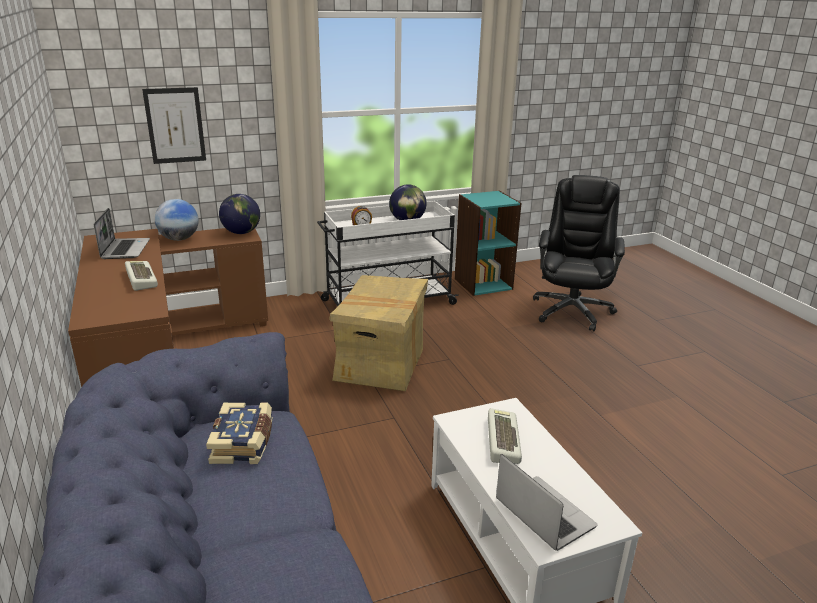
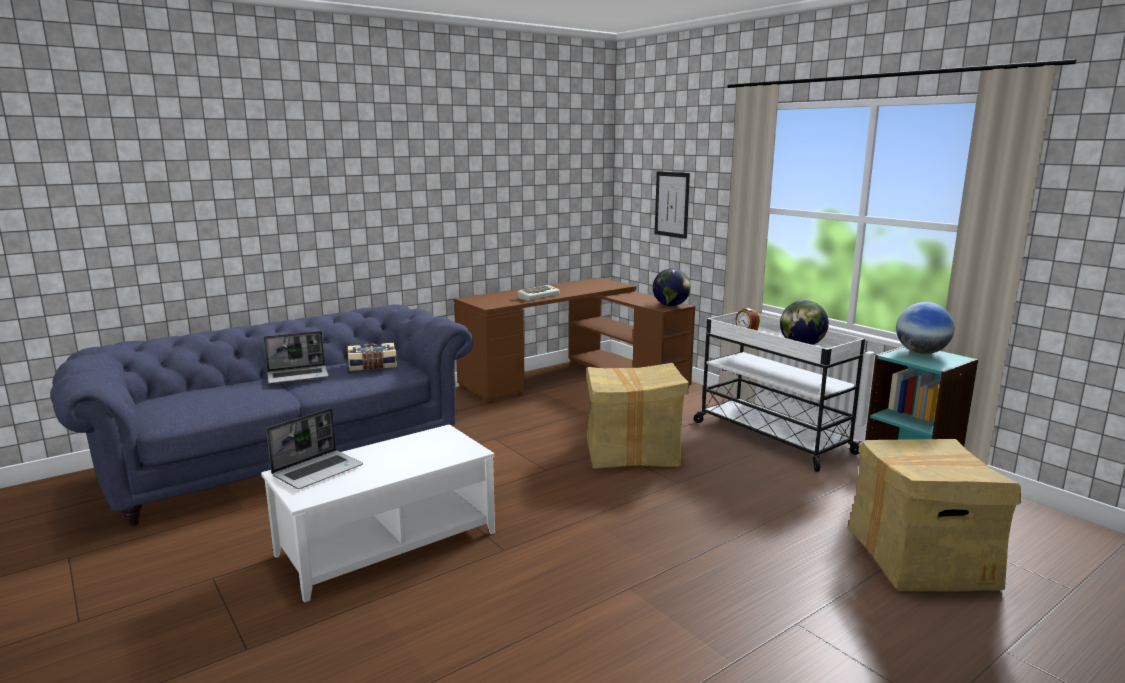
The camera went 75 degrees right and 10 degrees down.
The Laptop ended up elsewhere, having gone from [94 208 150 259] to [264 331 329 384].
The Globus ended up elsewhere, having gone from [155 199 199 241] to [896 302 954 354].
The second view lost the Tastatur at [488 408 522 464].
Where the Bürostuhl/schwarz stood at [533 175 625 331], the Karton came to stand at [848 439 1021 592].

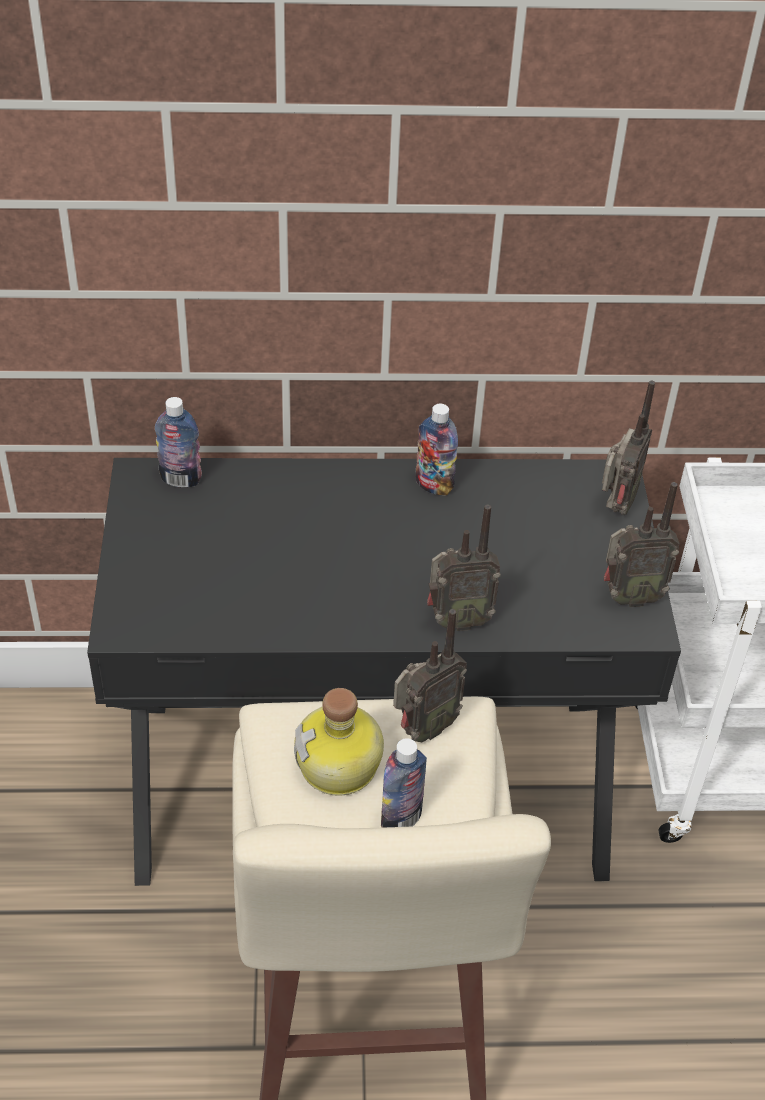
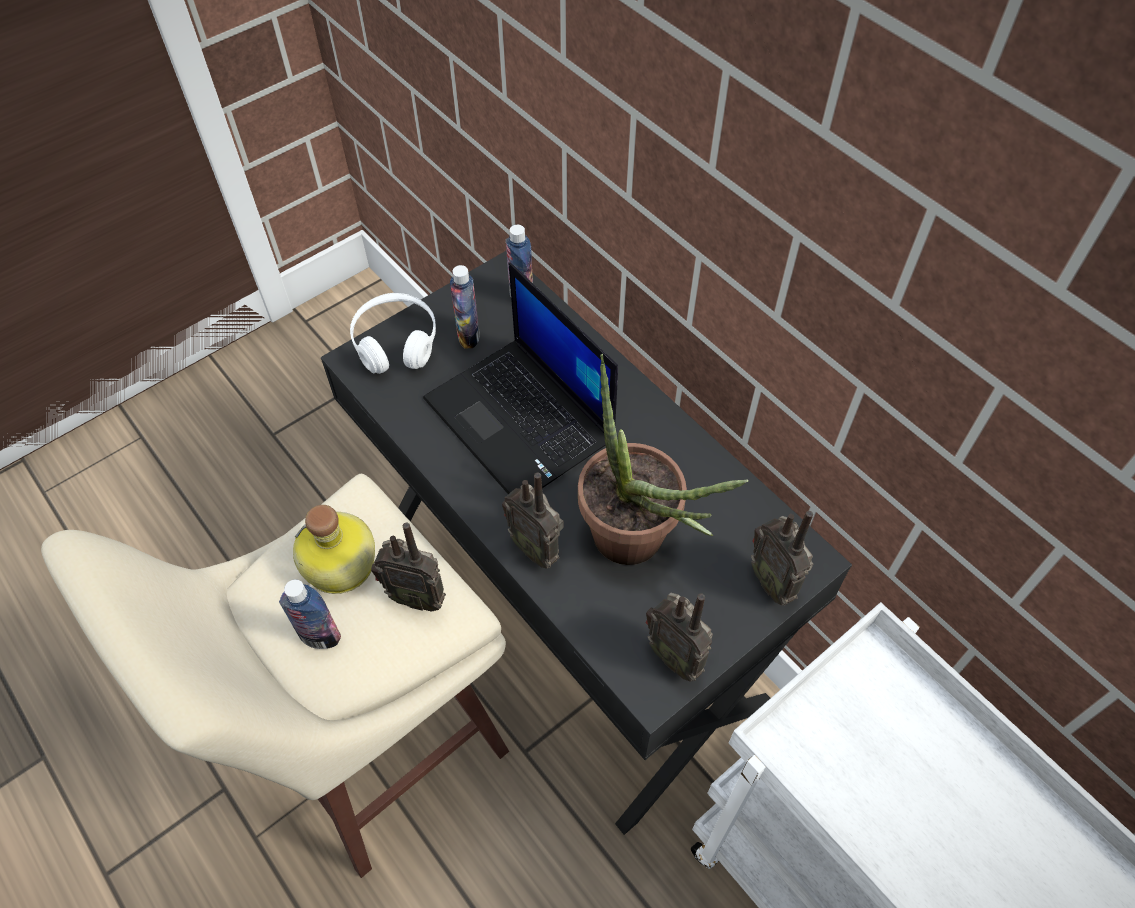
The camera went 55 degrees right and 10 degrees up.
The Flasche ended up elsewhere, having gone from [416 404 458 495] to [450 265 480 349].
The Radio at [602 381 655 515] ended up facing another way, 75 degrees clockwise from before.
The second view gained the Kopfhörer/weiß at [350 293 436 374].
The second view gained the Laptop at [423 263 618 494].
The second view gained the Topfpflanze at [578 354 748 565].

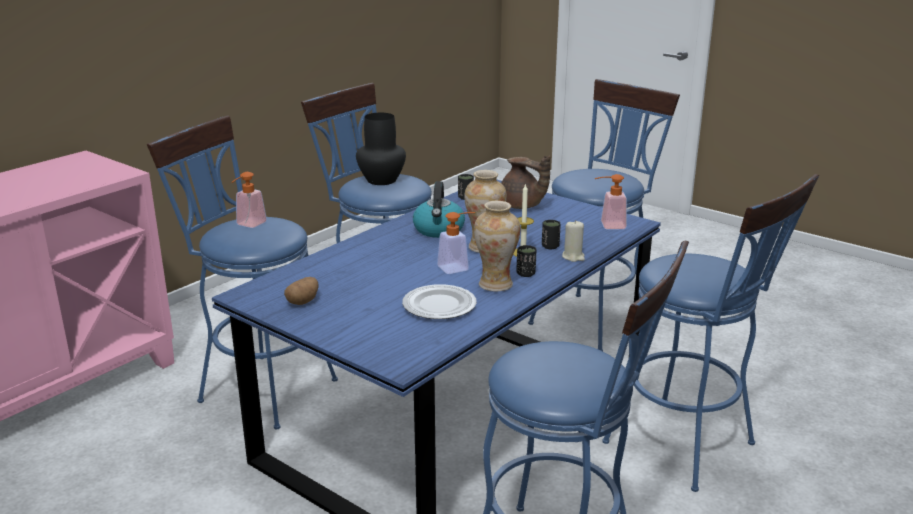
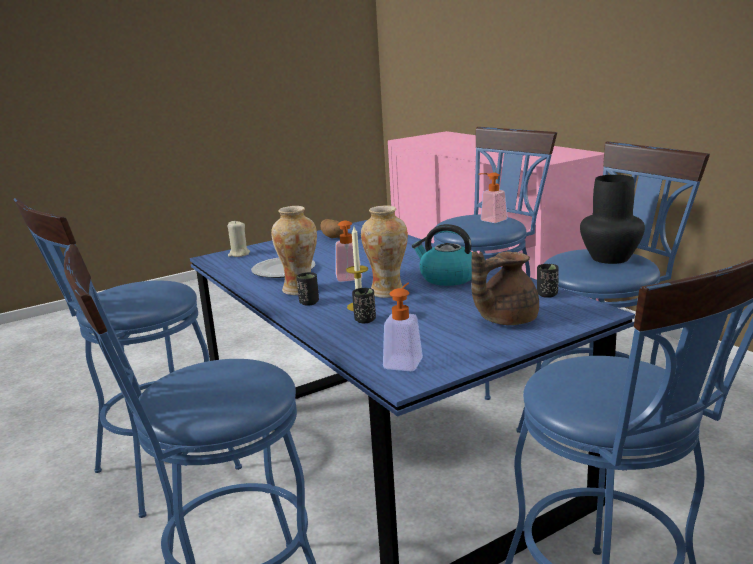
The camera went 110 degrees right and 5 degrees down.
The Kerze/beige ended up elsewhere, having gone from [562 220 585 262] to [228 221 250 257].

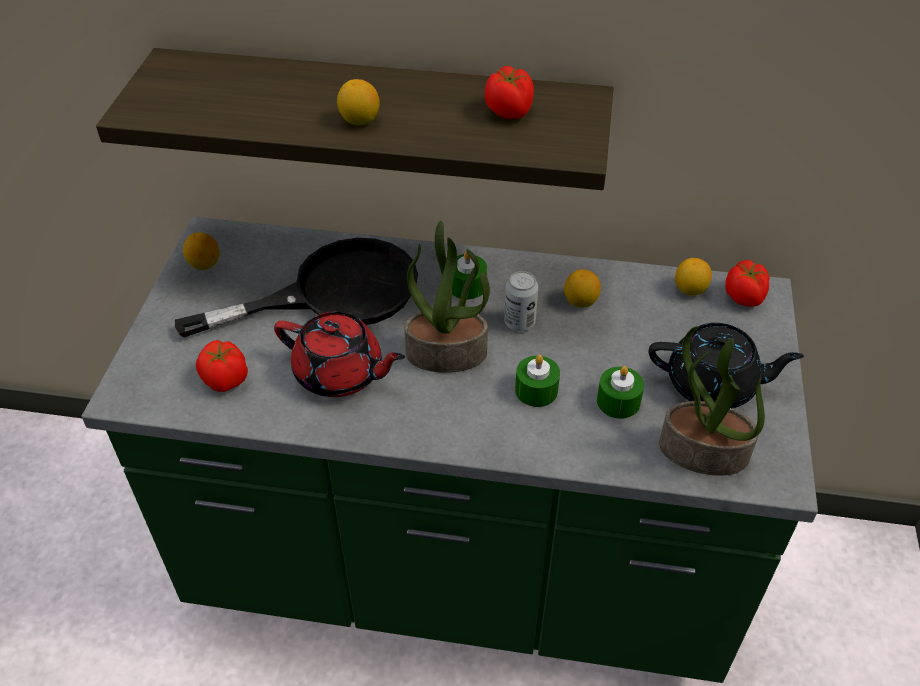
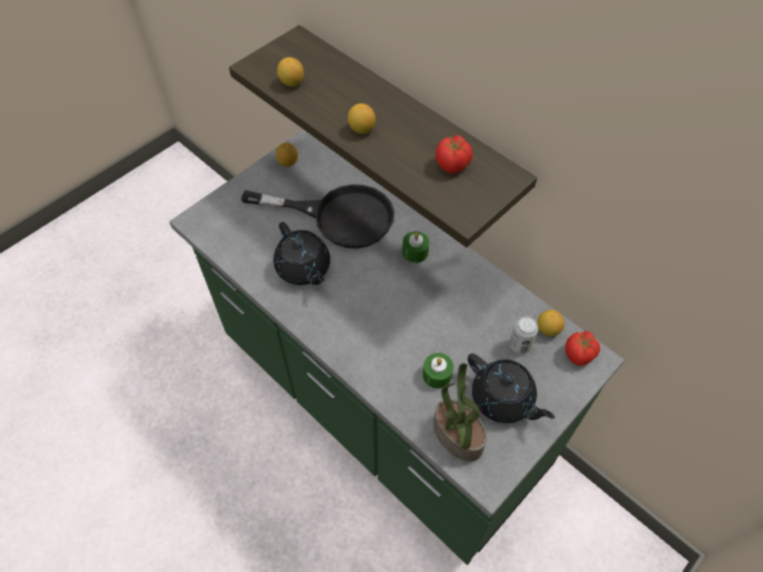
The camera went 35 degrees right and 10 degrees up.
The second view lost the Tomate at [196 340 248 392].
What was the Teekanne/rot at [274 311 405 397] turned into the Teekanne/schwarz at [273 222 330 285].
The second view lost the Topfpflanze at [404 221 490 373].
The Dose ended up elsewhere, having gone from [504 271 538 331] to [510 316 538 354].
The second view lost the Kerze/grün at [515 355 560 407].
The Zitrone ended up elsewhere, having gone from [564 269 601 308] to [277 57 304 87].

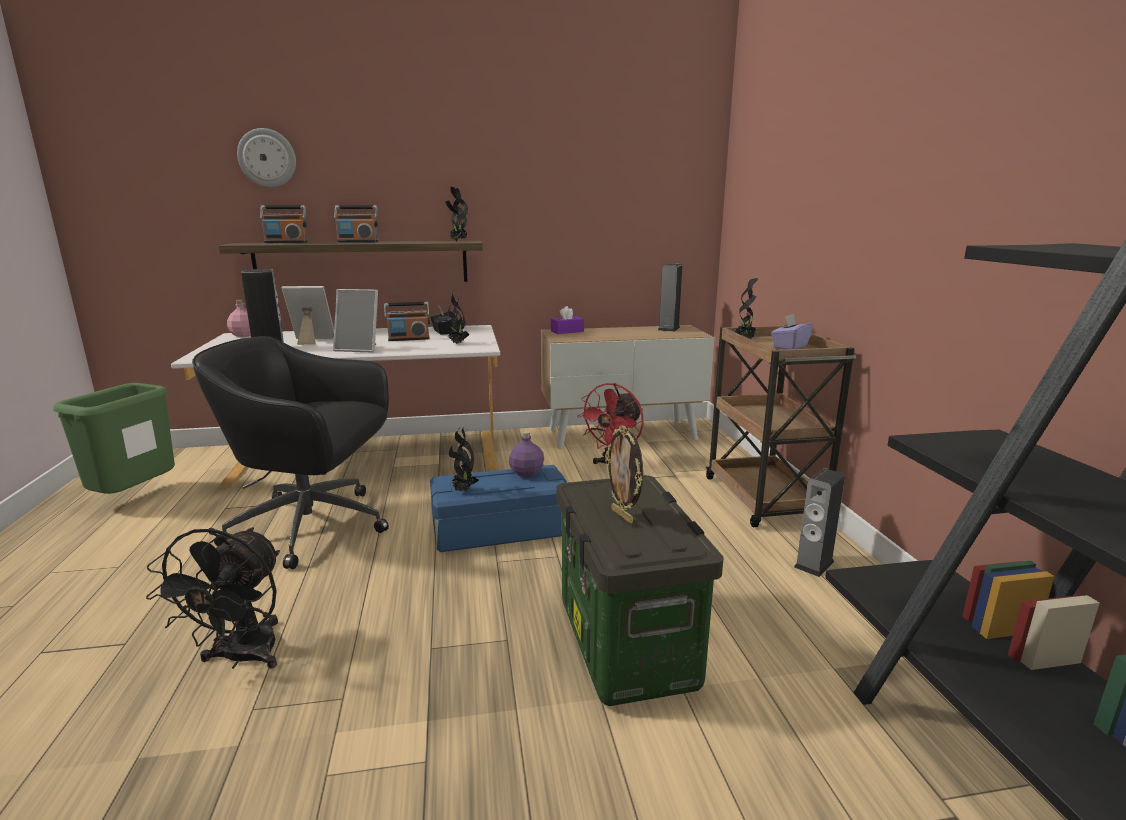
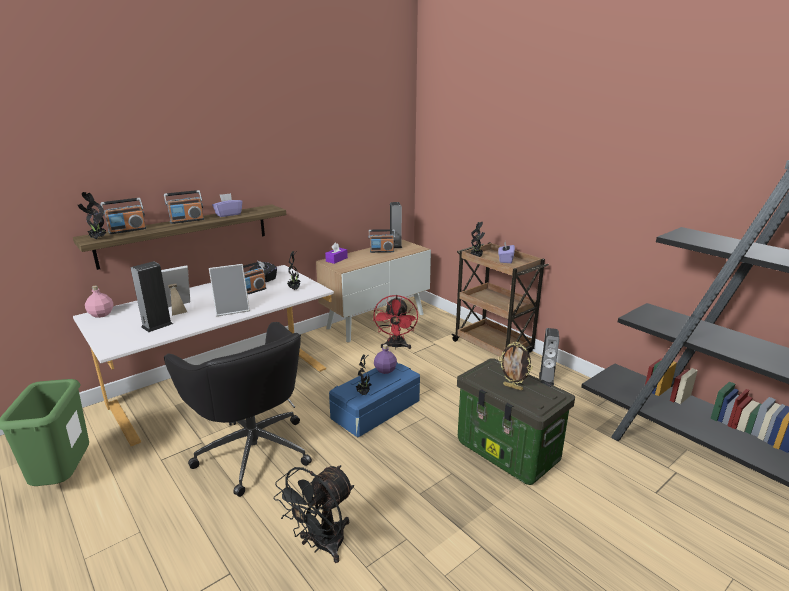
The camera went 30 degrees left and 5 degrees up.
The Ventilator/schwarz at [146 527 280 669] ended up facing another way, 60 degrees clockwise from before.
The Bürostuhl/schwarz at [192 336 389 569] ended up facing another way, 105 degrees counterclockwise from before.
The second view lost the Wanduhr at [237 128 296 187].
The Topfpflanze ended up elsewhere, having gone from [445 187 468 241] to [78 192 106 239].
The second view gained the Taschentuchbox/lila at [212 193 242 217].
The second view gained the Radio at [368 229 395 253].

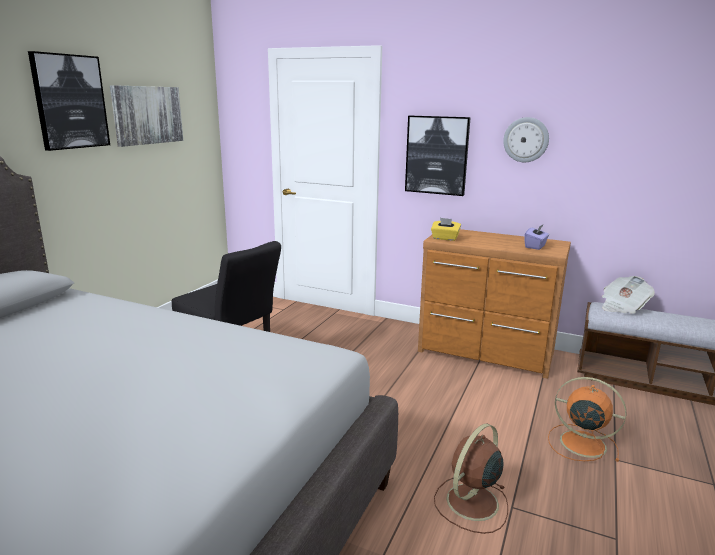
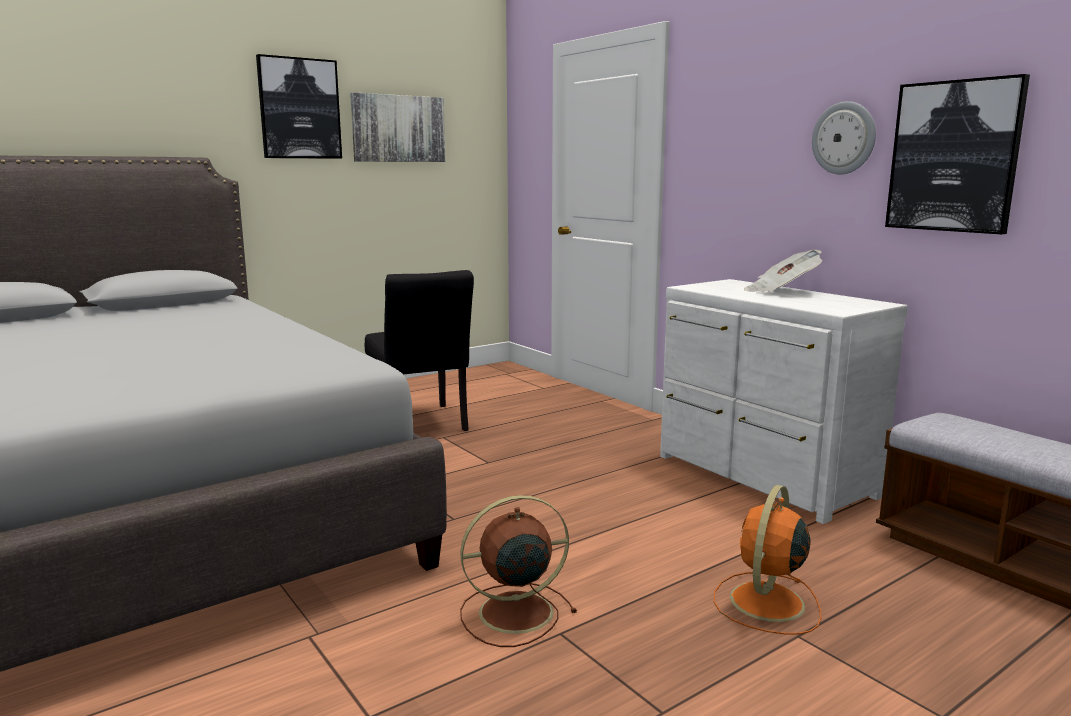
The camera went 30 degrees right and 5 degrees down.
The Bild ended up elsewhere, having gone from [405 116 471 196] to [885 74 1030 234].
What was the Kommode/braun at [418 229 571 379] turned into the Kommode/weiß at [660 279 908 524].
The second view lost the Taschentuchbox/gelb at [431 218 461 241].
The second view lost the Taschentuchbox/lila at [525 224 549 250].
The Ventilator/orange at [548 377 626 462] ended up facing another way, 120 degrees counterclockwise from before.
The Zeitung ended up elsewhere, having gone from [602 276 655 314] to [744 250 822 292].

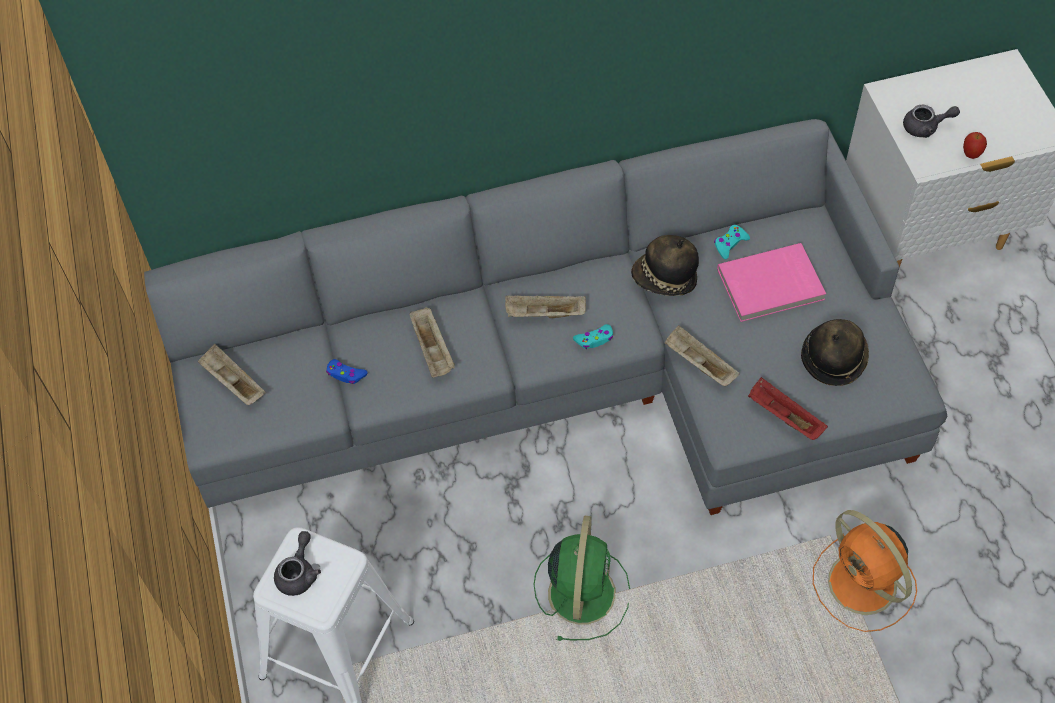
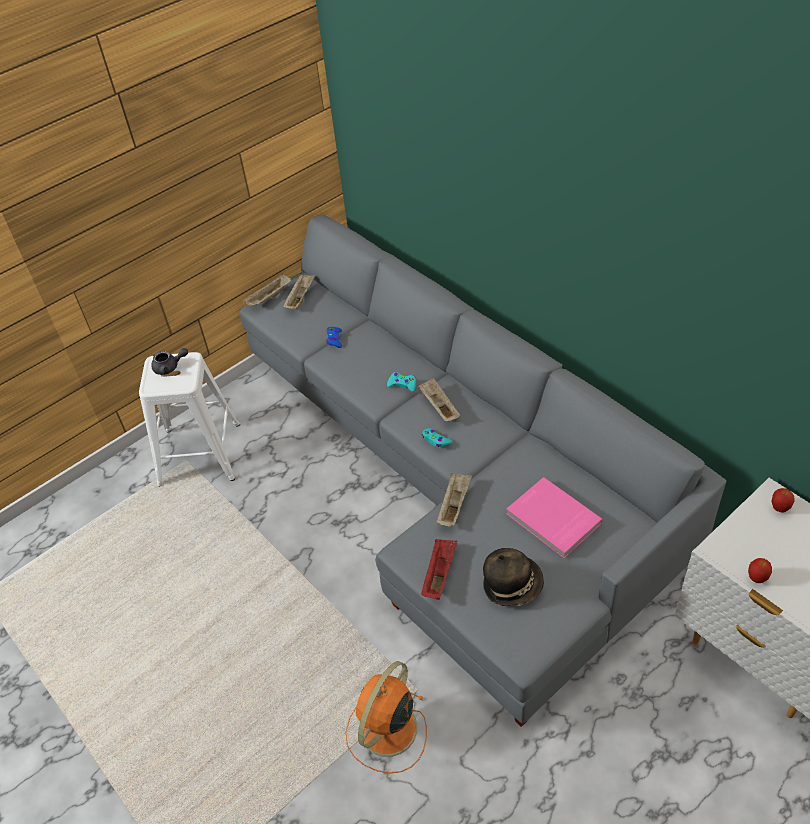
The camera went 65 degrees right and 10 degrees down.
The Tablett/beige ended up elsewhere, having gone from [409 307 455 377] to [243 274 291 307].
The second view lost the Ventilator/grün at [534 515 630 641].
The second view lost the Hut at [631 235 699 296].
The Gamepad/türkis ended up elsewhere, having gone from [714 225 750 259] to [387 372 416 392].
The second view lost the Teekanne/grau at [903 105 960 138].
The second view gained the Apfel at [771 488 795 513].

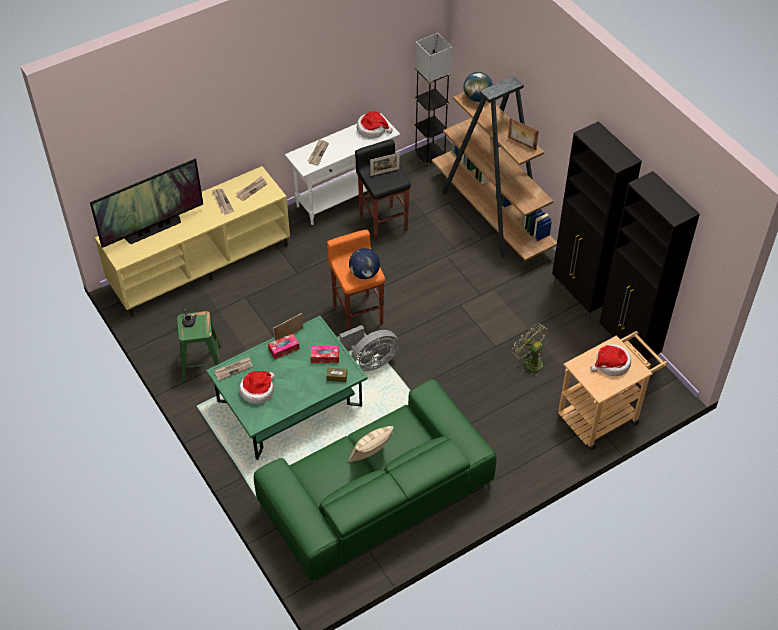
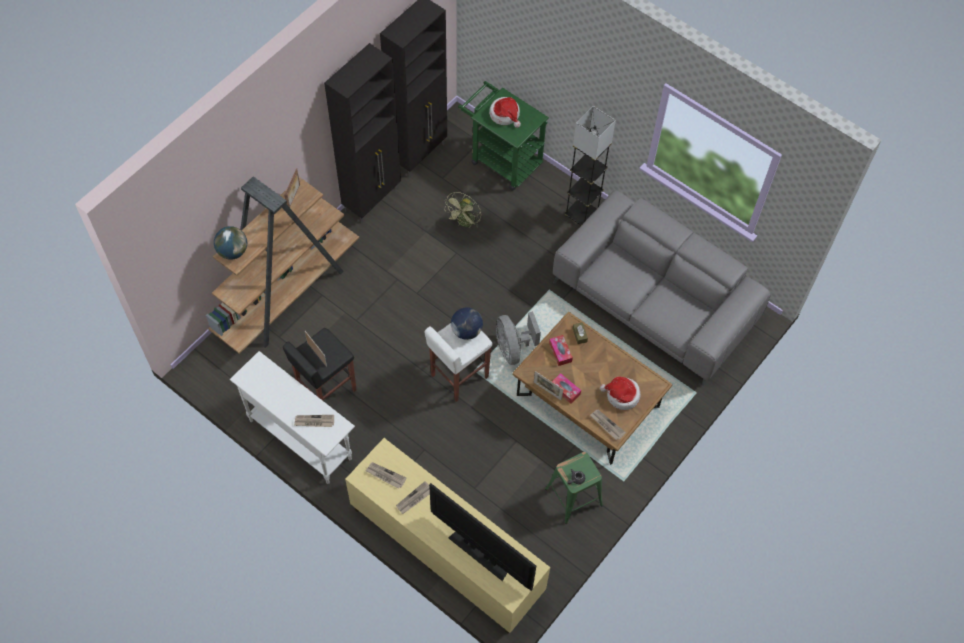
The camera went 110 degrees left and 10 degrees up.
What was the Couchtisch/grün at [206 316 368 460] turned into the Couchtisch/braun at [512 312 672 465].
What was the Sofa/grün at [254 379 497 590] turned into the Sofa/grau at [553 190 771 388].
What was the Hocker/orange at [327 230 385 331] turned into the Hocker/weiß at [425 323 493 402].
The Ventilator/grau at [339 325 399 371] ended up facing another way, 150 degrees counterclockwise from before.
The second view lost the Kissen/beige at [348 426 394 463].
The second view lost the Hut at [357 111 393 139].
The Stehlampe/grau ended up elsewhere, having gone from [414 33 452 167] to [564 106 616 225].
What was the Rollwagen/beige at [558 331 668 450] turned into the Rollwagen/grün at [458 81 549 191].

